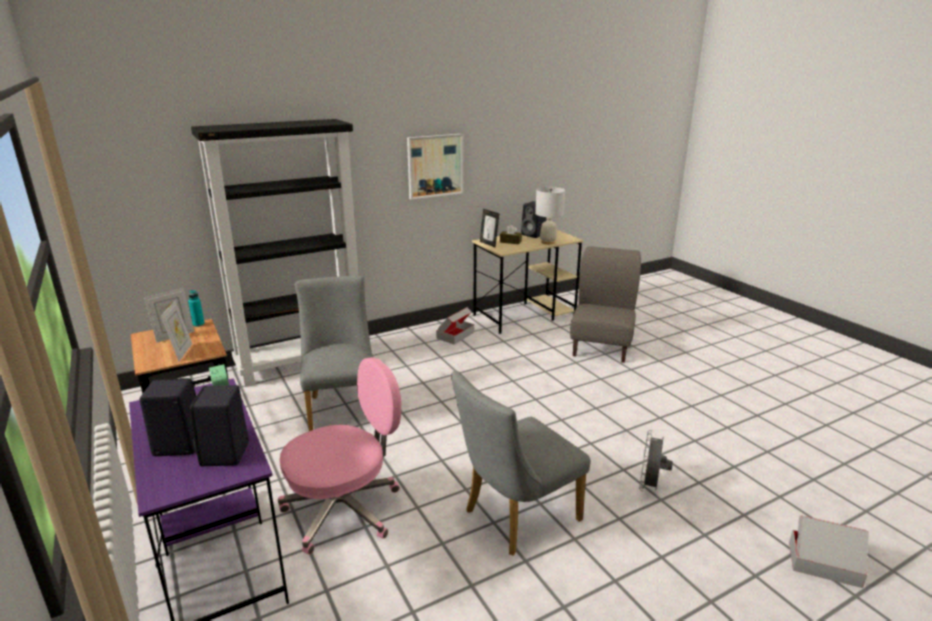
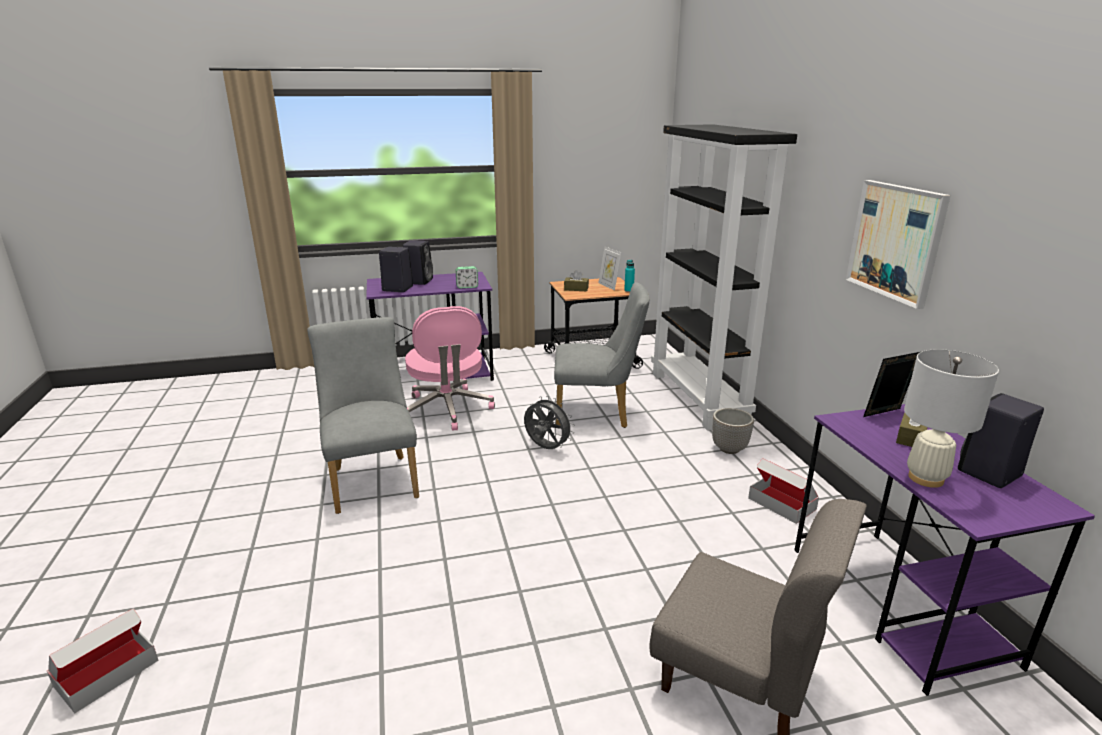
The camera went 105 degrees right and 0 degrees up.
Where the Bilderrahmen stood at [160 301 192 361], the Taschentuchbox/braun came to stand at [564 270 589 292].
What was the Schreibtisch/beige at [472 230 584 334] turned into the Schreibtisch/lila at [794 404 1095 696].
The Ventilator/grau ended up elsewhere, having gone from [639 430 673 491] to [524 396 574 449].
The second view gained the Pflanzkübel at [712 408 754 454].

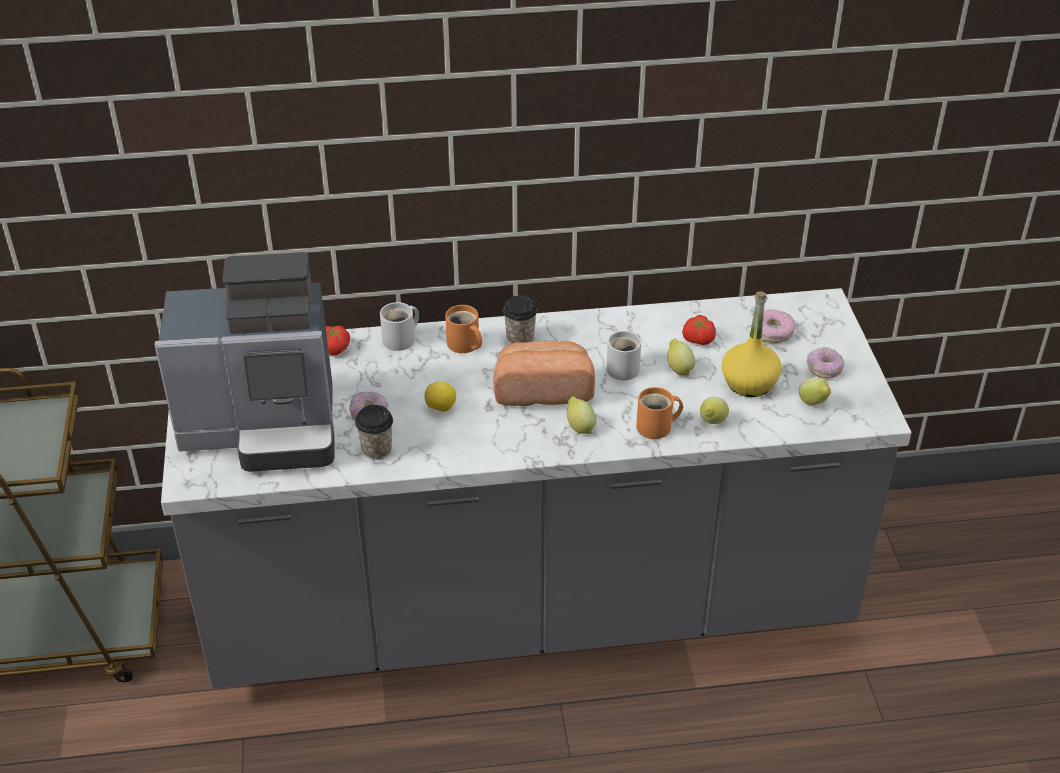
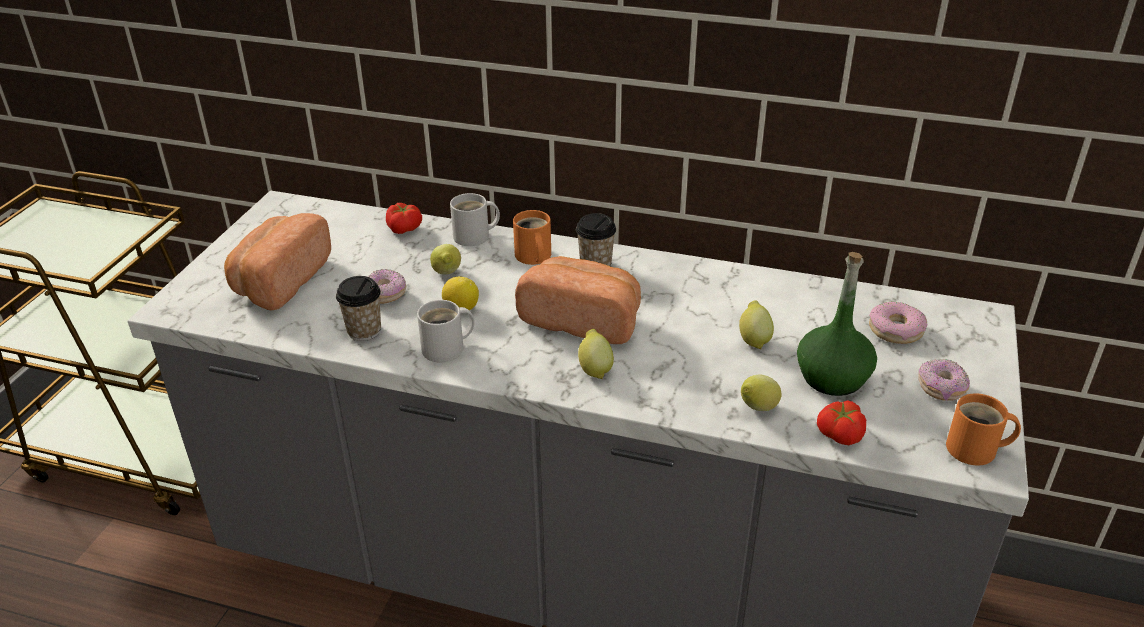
The camera went 25 degrees right and 5 degrees down.
Where the Kaffeemaschine stood at [154 252 335 472], the Brot came to stand at [224 213 331 311].
The Henkelbecher/weiß ended up elsewhere, having gone from [606 331 641 380] to [417 300 475 362].
The Henkelbecher/orange ended up elsewhere, having gone from [636 387 683 439] to [946 393 1021 466].
The Tomate ended up elsewhere, having gone from [682 315 716 345] to [817 400 866 445].
What was the Flasche/gelb at [722 291 782 397] turned into the Flasche/grün at [797 252 877 396].
The Zitrone ended up elsewhere, having gone from [799 377 831 405] to [430 244 461 275].

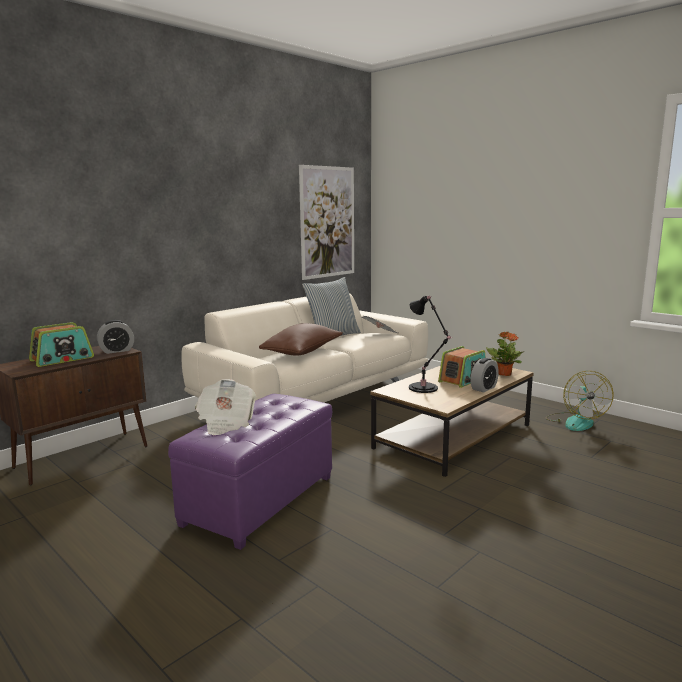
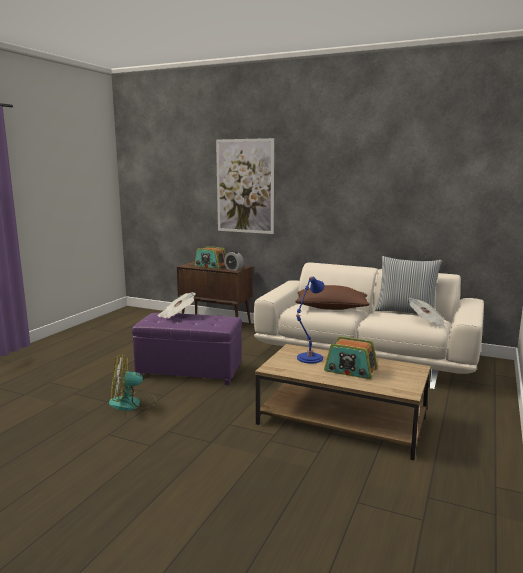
The camera went 70 degrees right and 0 degrees up.
The Bild ended up elsewhere, having gone from [299 165 354 280] to [216 138 274 234].
What was the Tischlampe/schwarz at [409 296 453 393] turned into the Tischlampe/blau at [296 277 324 364].
The second view lost the Wecker at [471 358 499 392].
The second view lost the Topfpflanze at [486 332 523 376].
The Ventilator ended up elsewhere, having gone from [546 371 614 431] to [109 354 157 411].

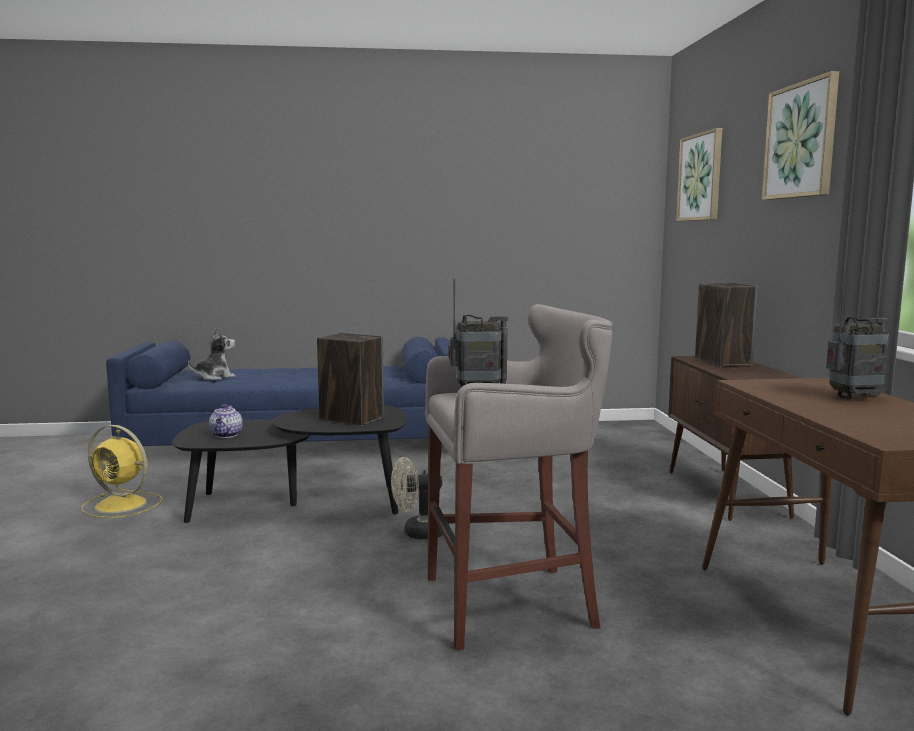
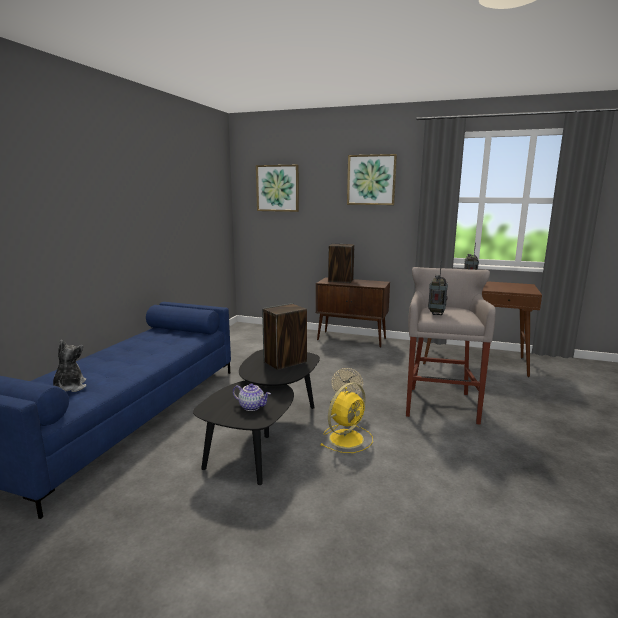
The camera went 65 degrees left and 5 degrees up.
The Ventilator/gelb ended up elsewhere, having gone from [81 425 163 518] to [320 382 373 453].

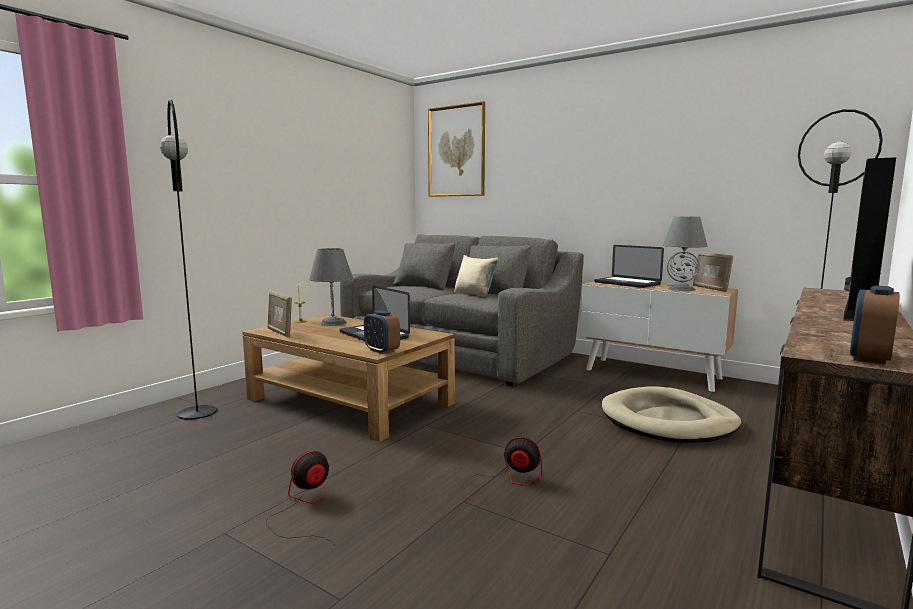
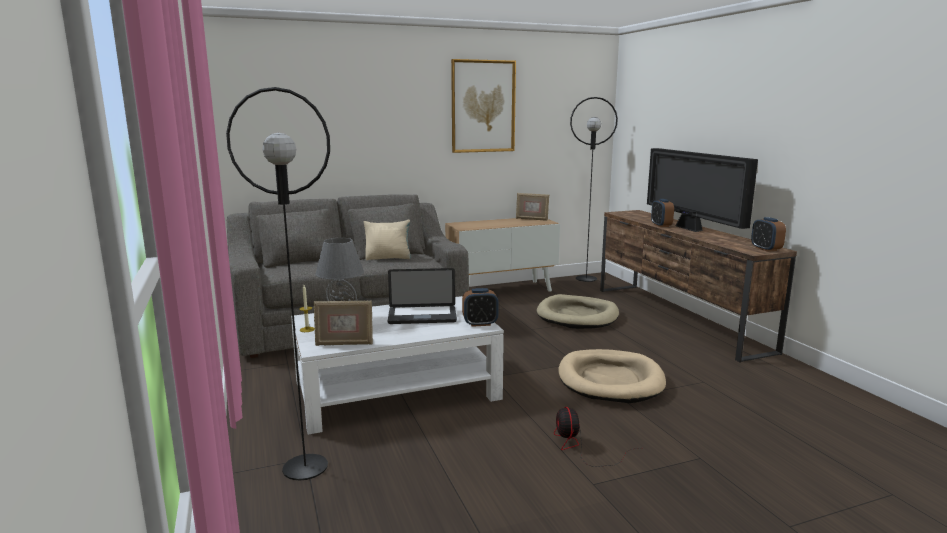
The camera went 55 degrees left and 5 degrees up.
What was the Couchtisch/braun at [242 314 455 442] turned into the Couchtisch/weiß at [291 296 504 435].
The Bild ended up elsewhere, having gone from [428 101 485 197] to [451 59 516 153].
Where the Ventilator stood at [461 437 542 519], the Hundebett/beige came to stand at [559 349 666 403].
The second view lost the Laptop at [594 245 664 288].
The second view lost the Tischlampe/grau at [662 216 708 291].
The second view gained the Wecker at [651 199 674 227].

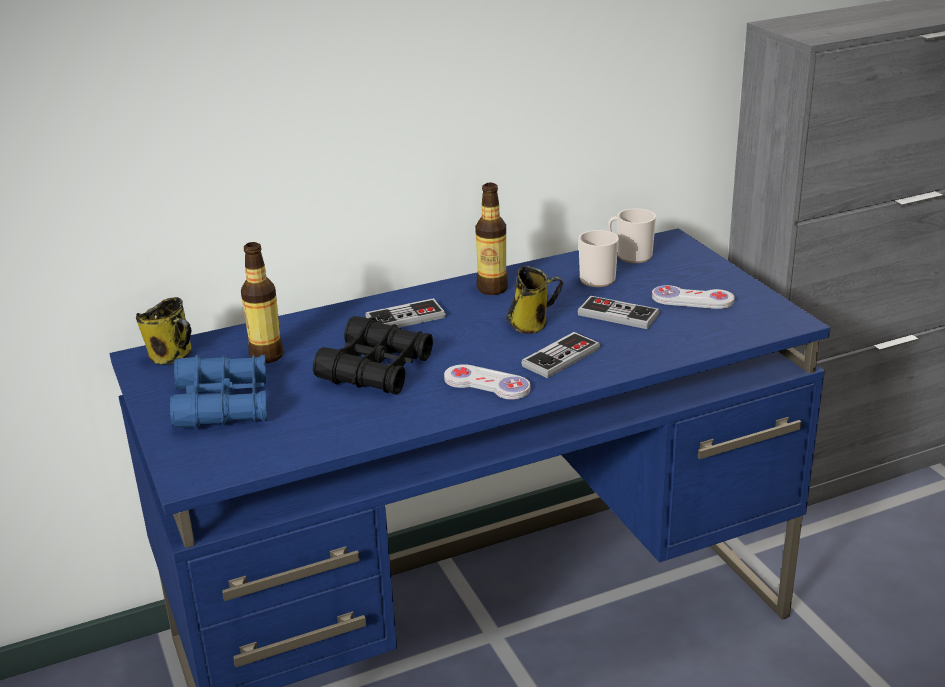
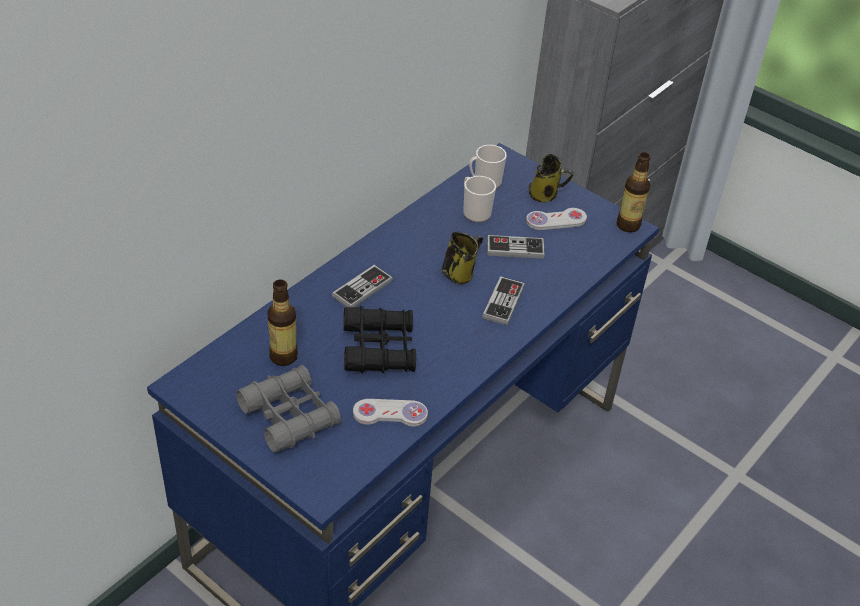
The camera went 30 degrees left and 15 degrees up.
The Henkelbecher ended up elsewhere, having gone from [136 297 192 364] to [529 154 573 202].
What was the Fernglas/blau at [170 355 267 429] turned into the Fernglas/grau at [236 365 341 452].
The Gamepad/weiß ended up elsewhere, having gone from [444 364 530 399] to [353 399 428 427].
The Flasche ended up elsewhere, having gone from [475 183 508 295] to [617 152 650 233].

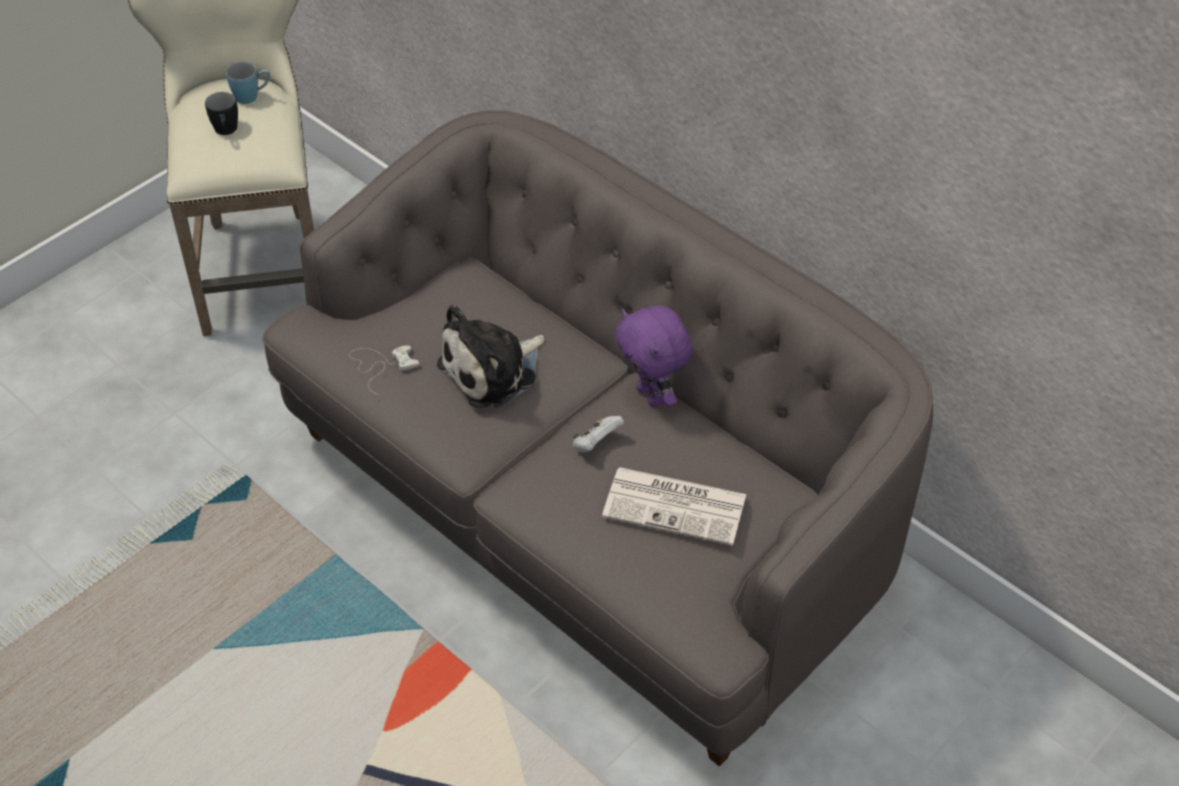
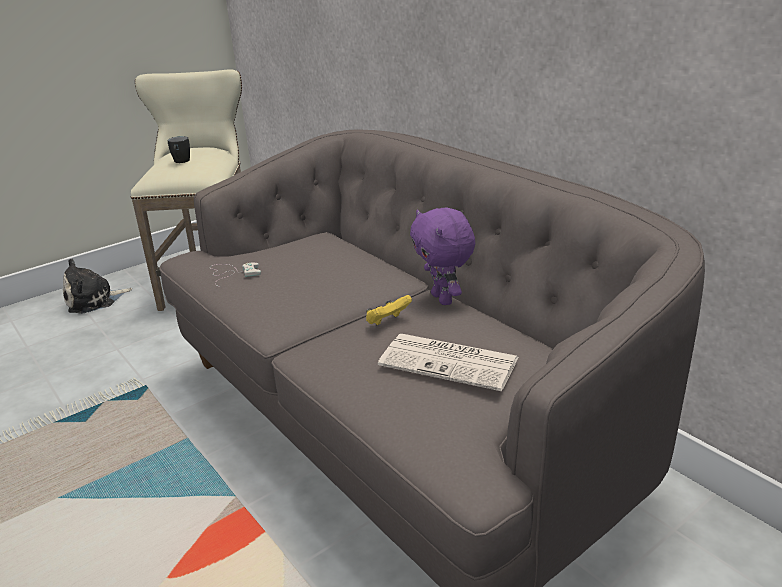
The camera went 10 degrees right and 20 degrees down.
The second view lost the Henkelbecher/blau at [226 62 270 104].
The Plüschtier ended up elsewhere, having gone from [437 304 544 408] to [63 259 132 314].
What was the Gamepad/weiß at [573 416 624 453] turned into the Gamepad/gelb at [366 295 412 325].

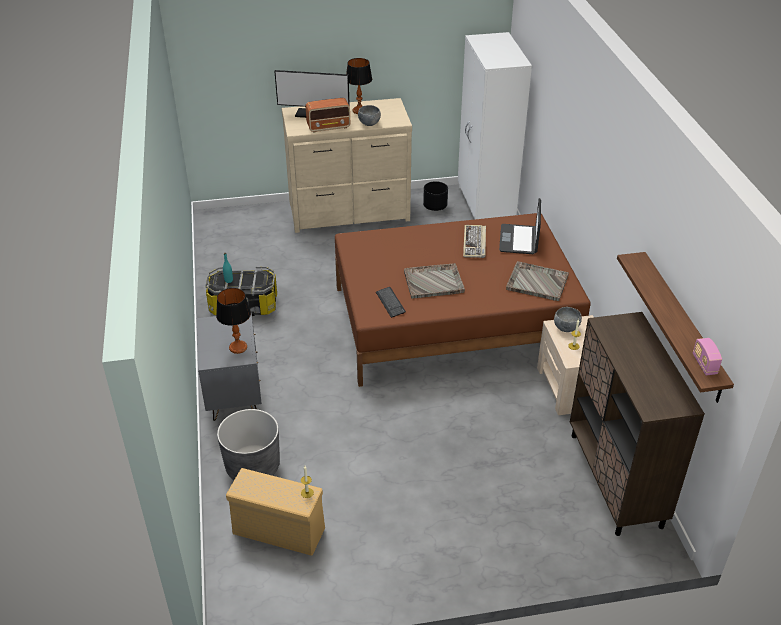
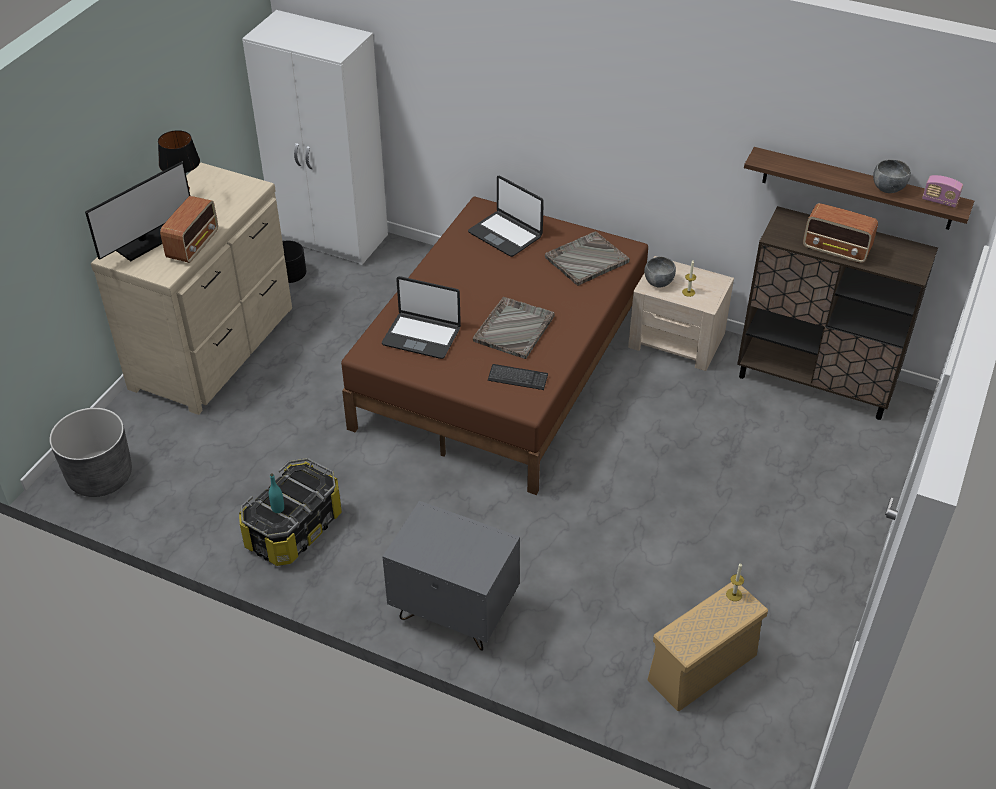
The camera went 55 degrees left and 5 degrees up.
The second view lost the Tischlampe at [216 288 251 354].
The Pflanzkübel/grau ended up elsewhere, having gone from [217 409 280 480] to [49 408 132 497].
The Schüssel/grau ended up elsewhere, having gone from [358 105 381 126] to [873 159 911 193].
The second view lost the Tastatur at [463 225 486 258].
The second view gained the Laptop at [382 276 461 359].
The second view gained the Radio at [803 203 878 263].

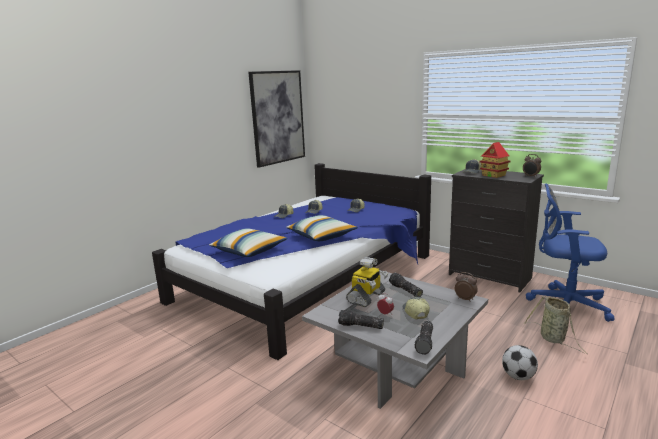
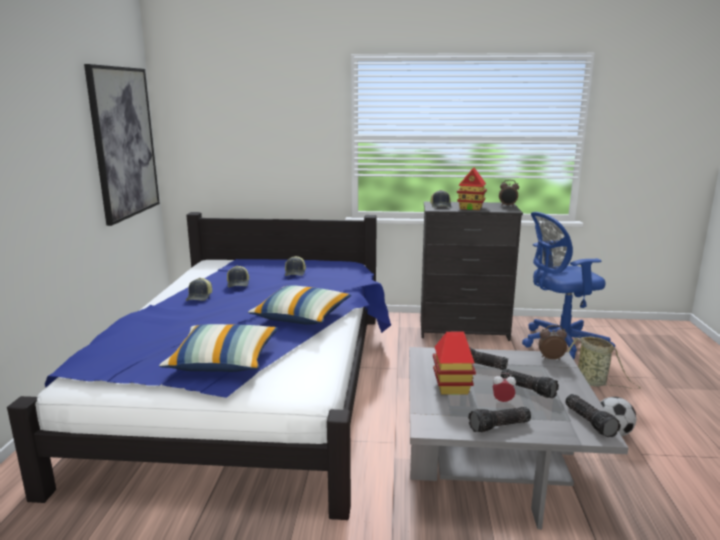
The camera went 35 degrees left and 0 degrees up.
Where the Spielzeugroboter stood at [346 257 388 307], the Spielzeughaus came to stand at [433 332 476 395].
Where the Kappe stood at [402 297 430 319], the Taschenlampe came to stand at [500 369 559 399].

